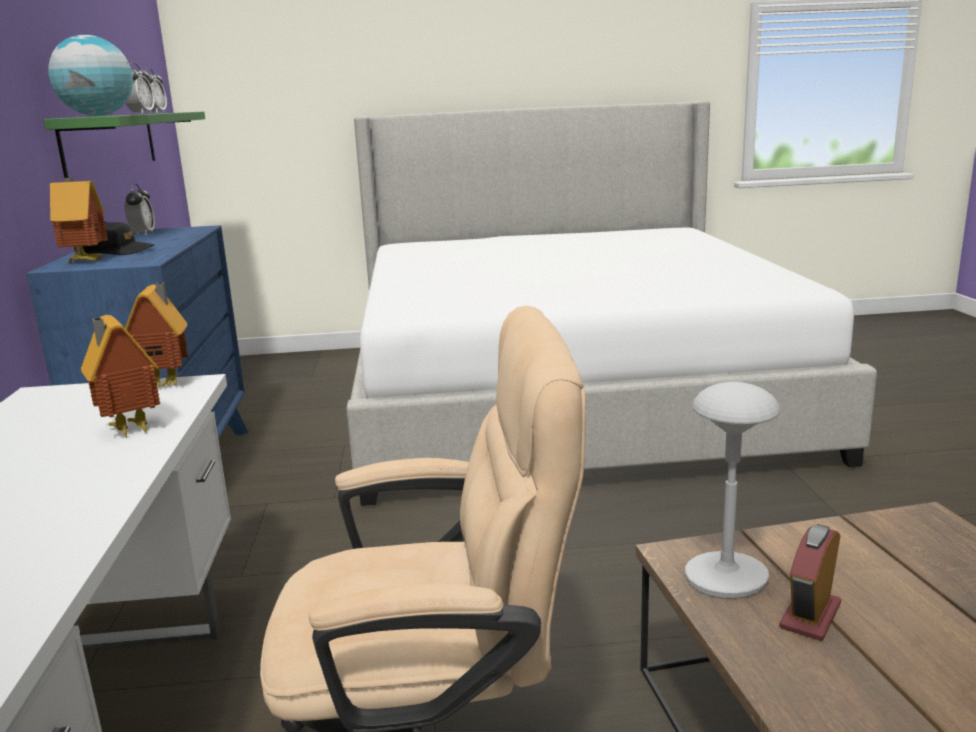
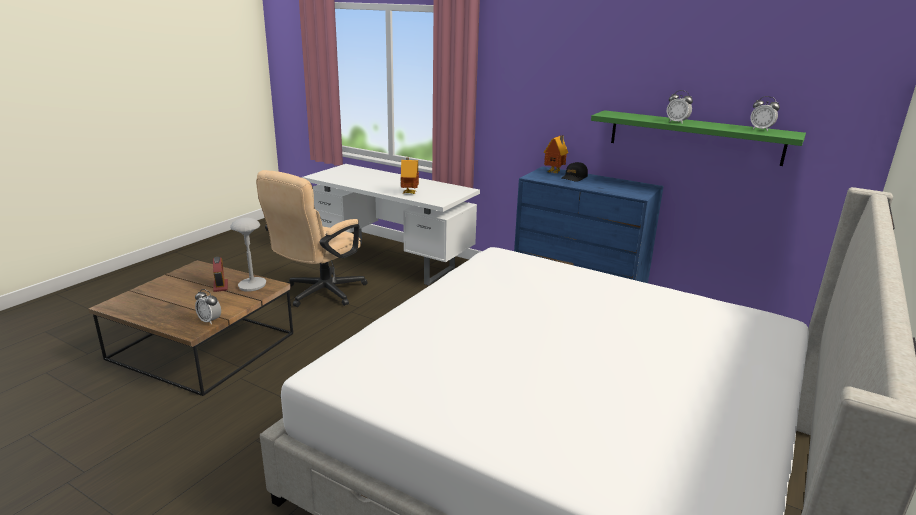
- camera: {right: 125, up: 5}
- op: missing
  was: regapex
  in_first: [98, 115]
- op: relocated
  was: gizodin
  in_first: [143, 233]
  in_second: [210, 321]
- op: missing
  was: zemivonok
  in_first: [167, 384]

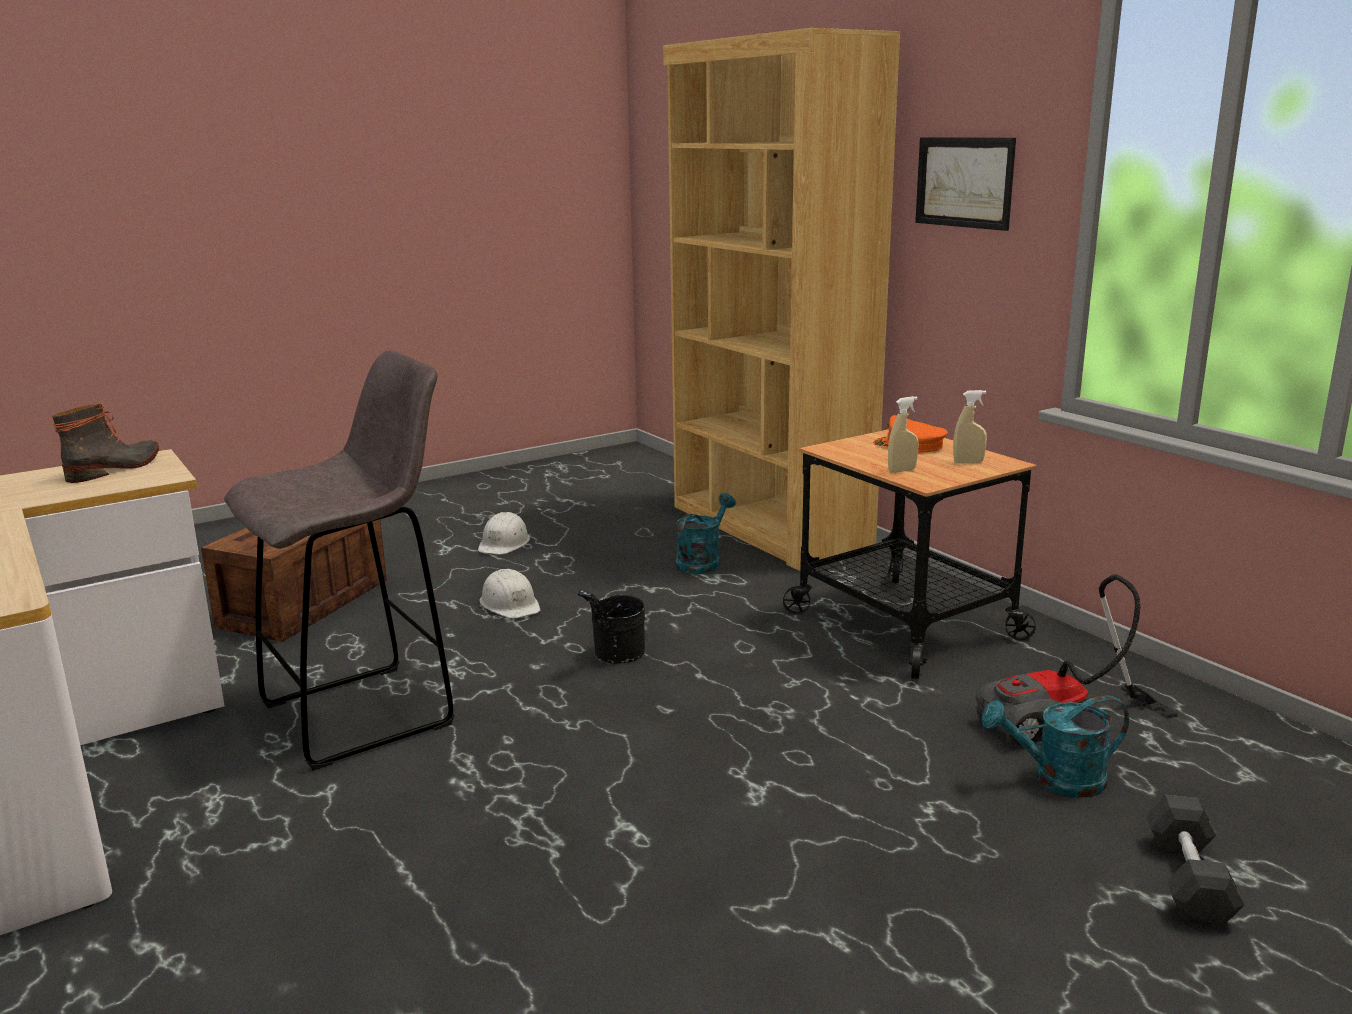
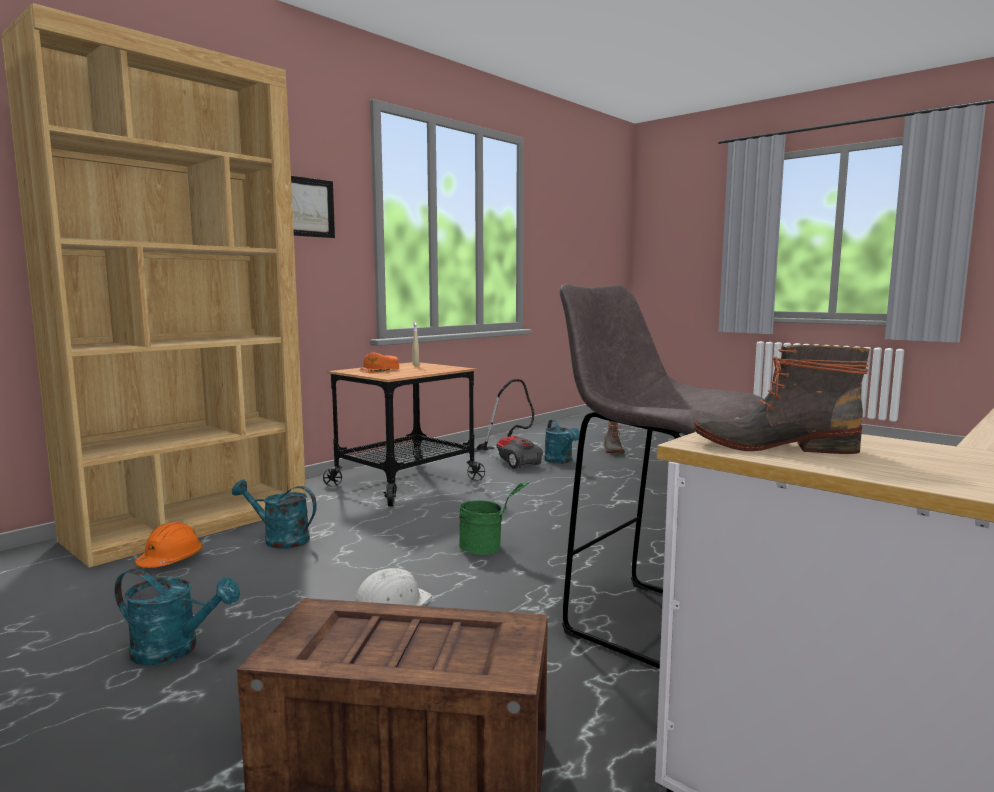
- camera: {right: -105, up: -10}
- op: missing
  was: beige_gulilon
  in_first: [902, 470]
- op: exchanged
  was: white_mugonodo
  now: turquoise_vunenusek
  in_first: [504, 543]
  in_second: [175, 650]
- op: colour
  was: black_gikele
  now: green_gikele
  in_first: [614, 656]
  in_second: [488, 548]
- op: exchanged
  was: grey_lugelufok
  now: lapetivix
  in_first: [1188, 880]
  in_second: [612, 450]
- op: appeared
  now: orange_mugonodo
  in_second: [171, 560]

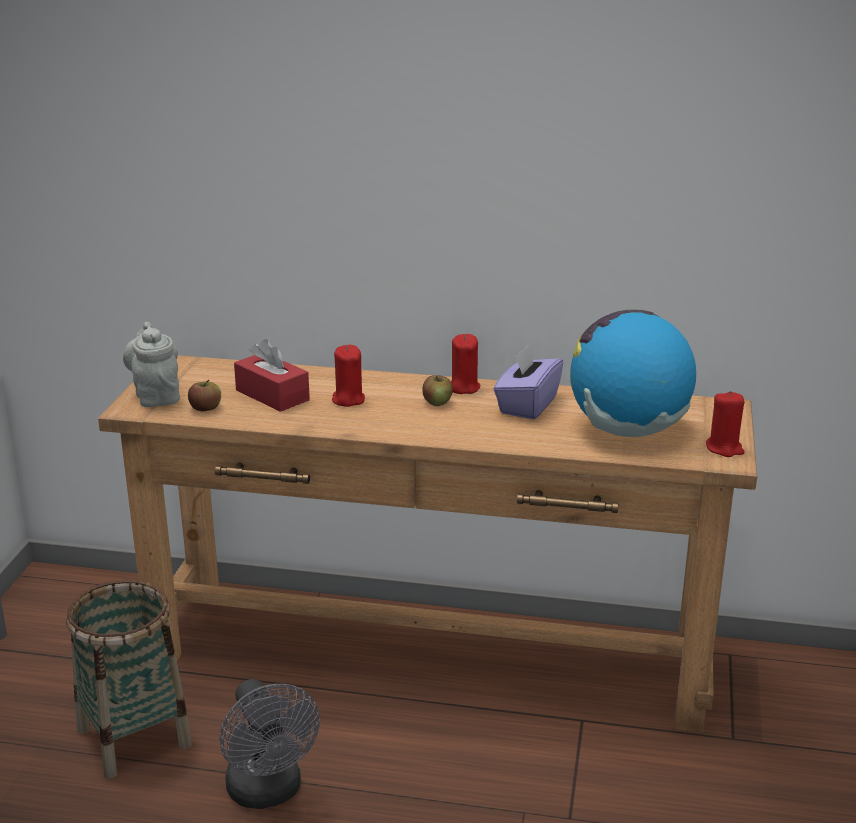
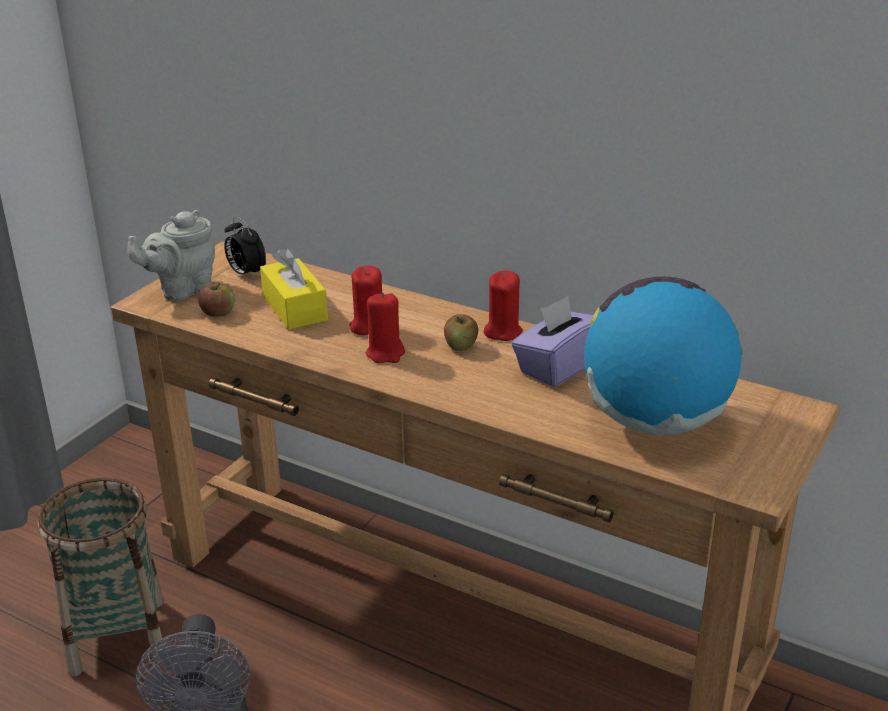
- camera: {right: 20, up: 5}
- op: spun
  was: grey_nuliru
  in_first: [156, 396]
  in_second: [182, 290]
  clockwise: -120
- op: colour
  was: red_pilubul
  now: yellow_pilubul
  in_first: [272, 395]
  in_second: [295, 308]
- op: relocated
  was: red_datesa
  in_first: [724, 448]
  in_second: [385, 353]
- op: appeared
  now: gizodin
  in_second: [246, 274]

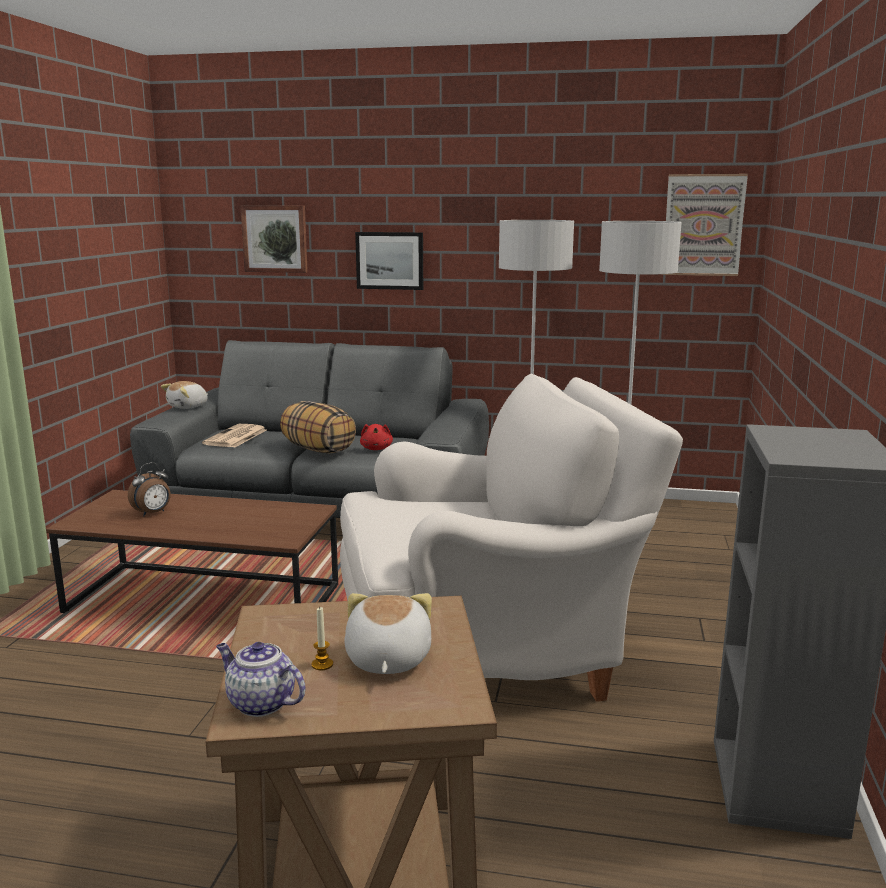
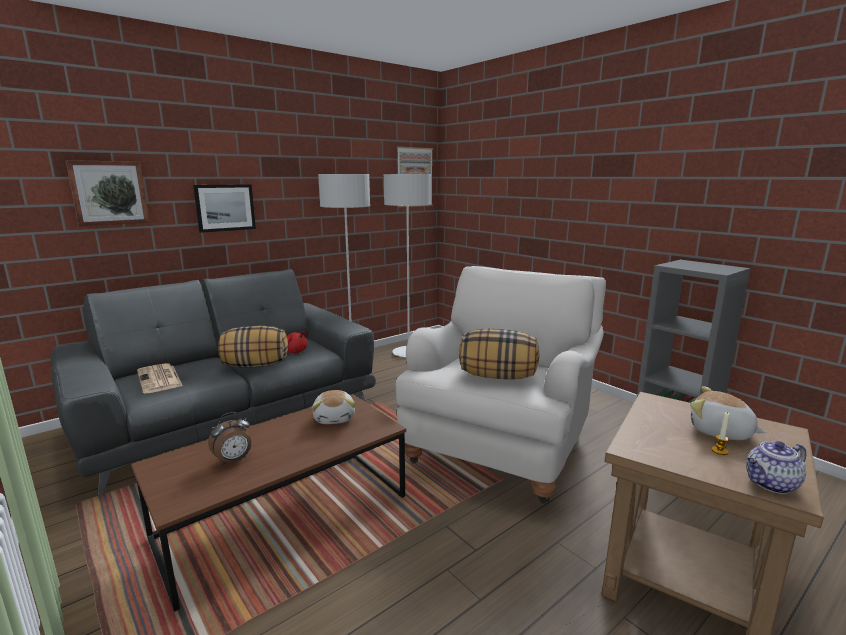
- camera: {right: -50, up: 0}
- op: relocated
  was: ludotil
  in_first: [188, 406]
  in_second: [335, 418]
- op: spun
  was: gizodin
  in_first: [153, 513]
  in_second: [234, 460]
  clockwise: 60
- op: appeared
  now: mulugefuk
  in_second: [498, 376]

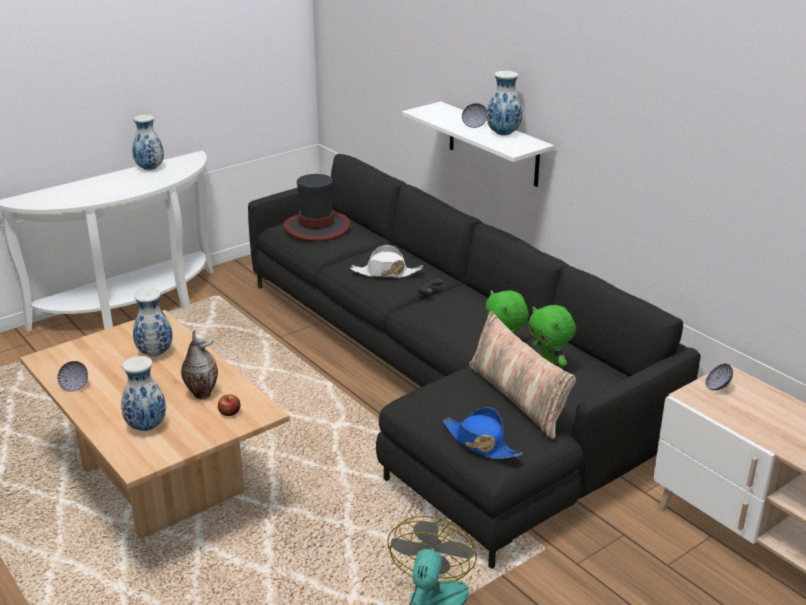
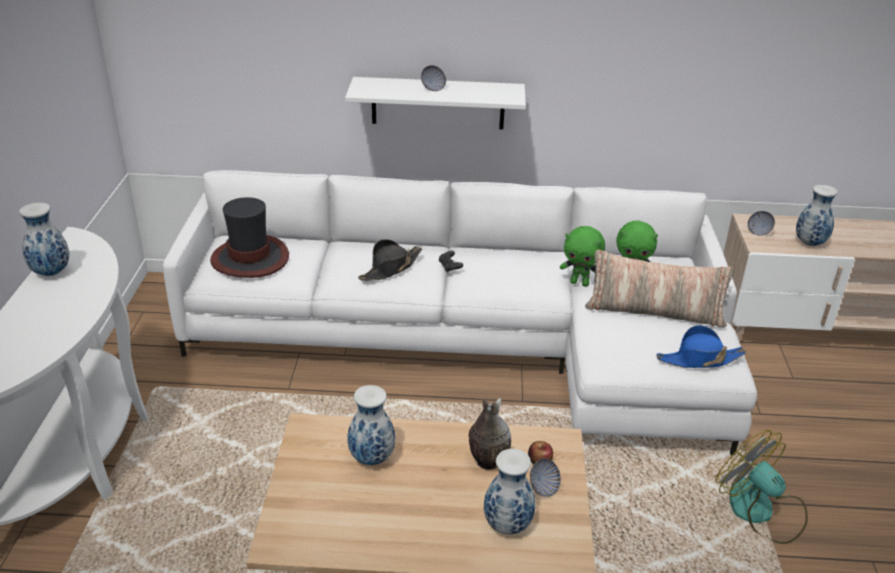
- camera: {right: -50, up: 5}
- op: relocated
  was: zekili
  in_first: [503, 133]
  in_second: [809, 243]
- op: colour
  was: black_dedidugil
  now: white_dedidugil
  in_first: [443, 380]
  in_second: [476, 343]
- op: colour
  was: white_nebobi
  now: black_nebobi
  in_first: [386, 273]
  in_second: [390, 268]
- op: relocated
  was: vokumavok
  in_first: [74, 386]
  in_second: [543, 487]

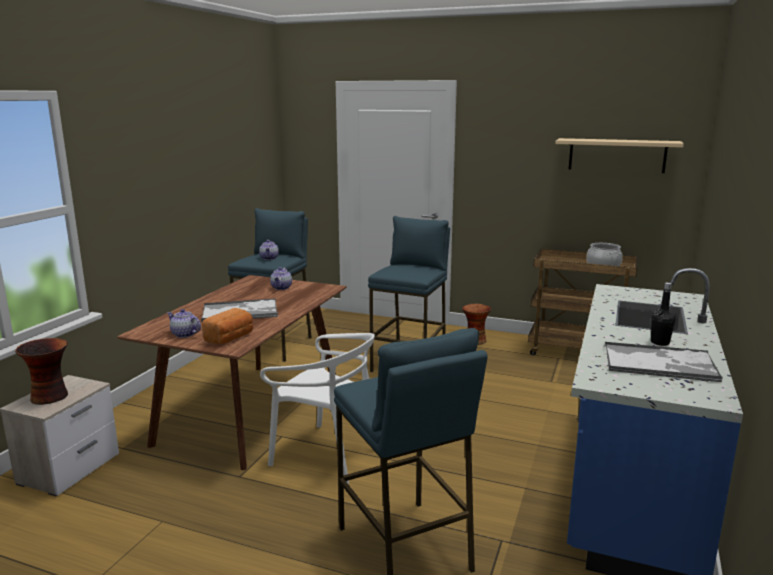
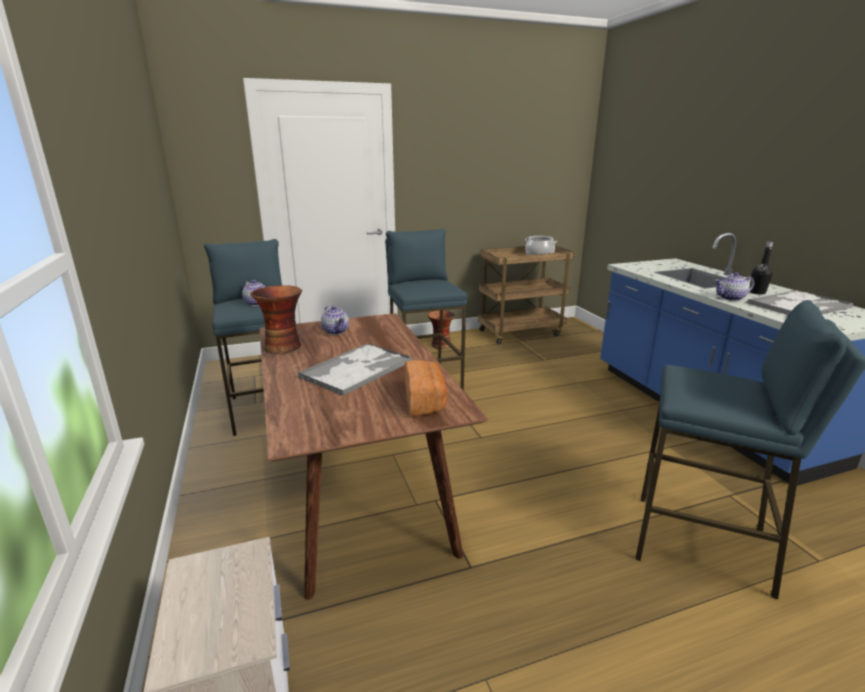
- camera: {right: -40, up: 5}
- op: missing
  was: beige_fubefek
  in_first: [617, 155]
- op: relocated
  was: nuliru
  in_first: [184, 334]
  in_second: [730, 298]
- op: missing
  was: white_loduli
  in_first: [327, 454]
- op: relocated
  was: zekili
  in_first: [51, 396]
  in_second: [283, 346]

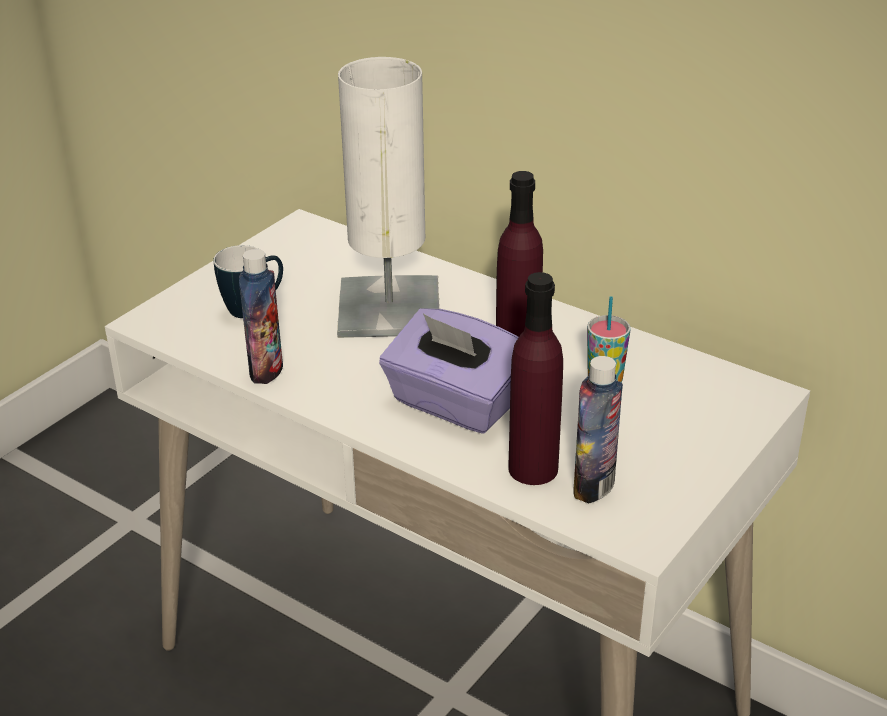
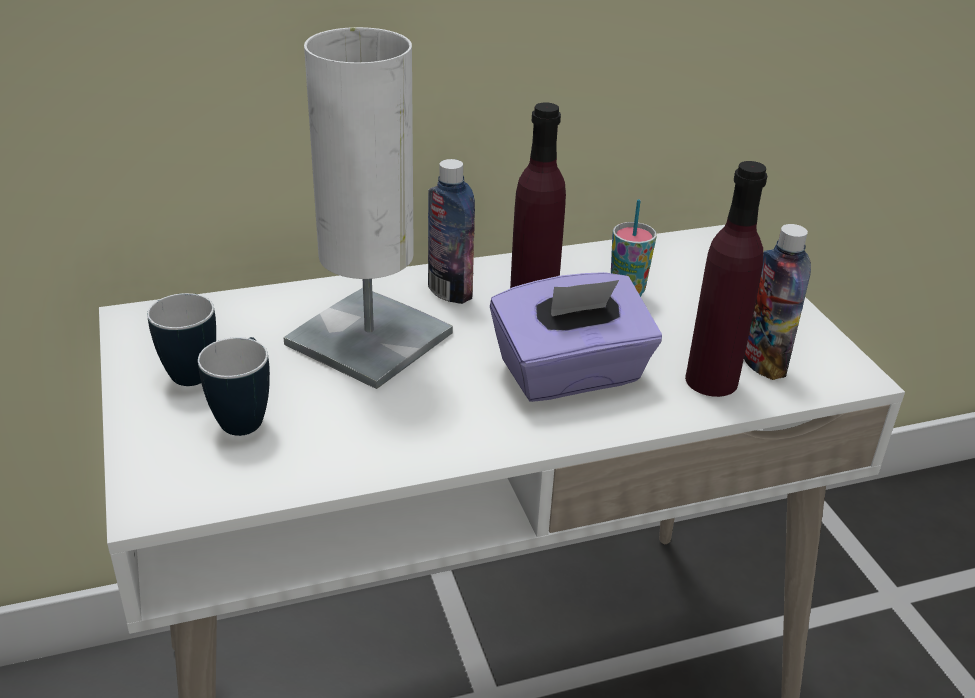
- camera: {right: -55, up: 0}
- op: relocated
  was: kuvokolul
  in_first: [266, 370]
  in_second: [450, 292]
- op: appeared
  now: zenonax
  in_second: [194, 369]

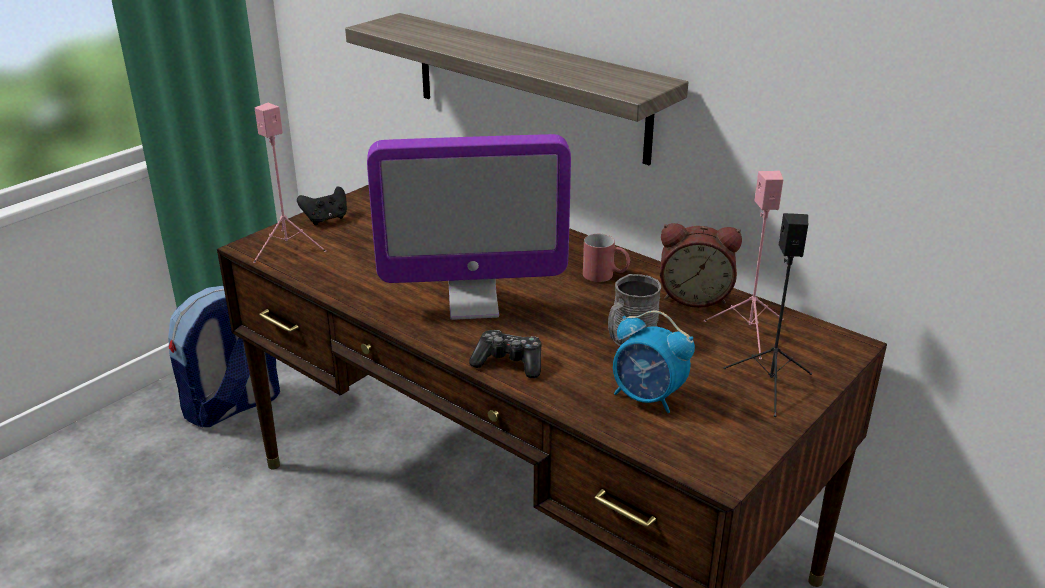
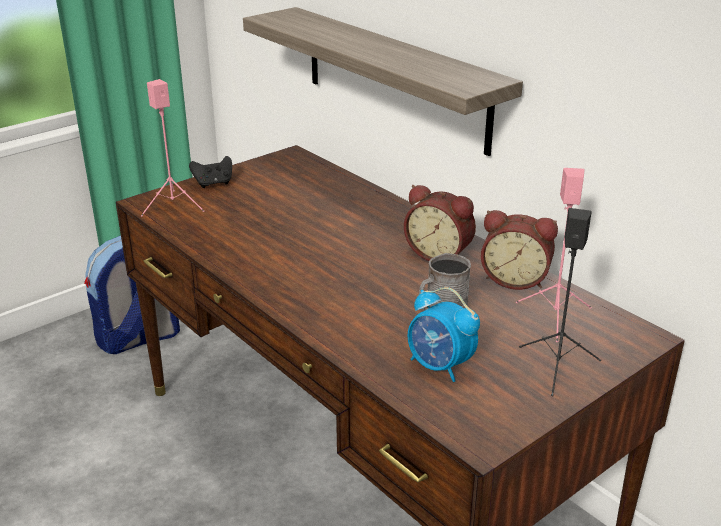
- camera: {right: 10, up: 0}
- op: missing
  was: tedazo
  in_first: [473, 305]
- op: exchanged
  was: red_zenonax
  now: gizodin
  in_first: [605, 276]
  in_second: [439, 254]
- op: missing
  was: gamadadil
  in_first: [509, 363]

